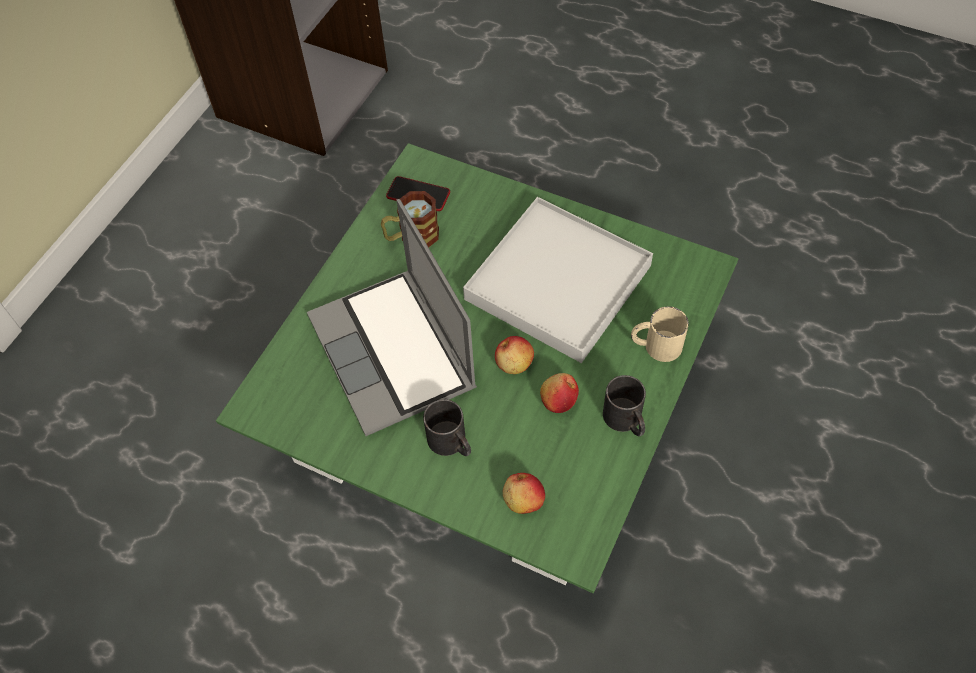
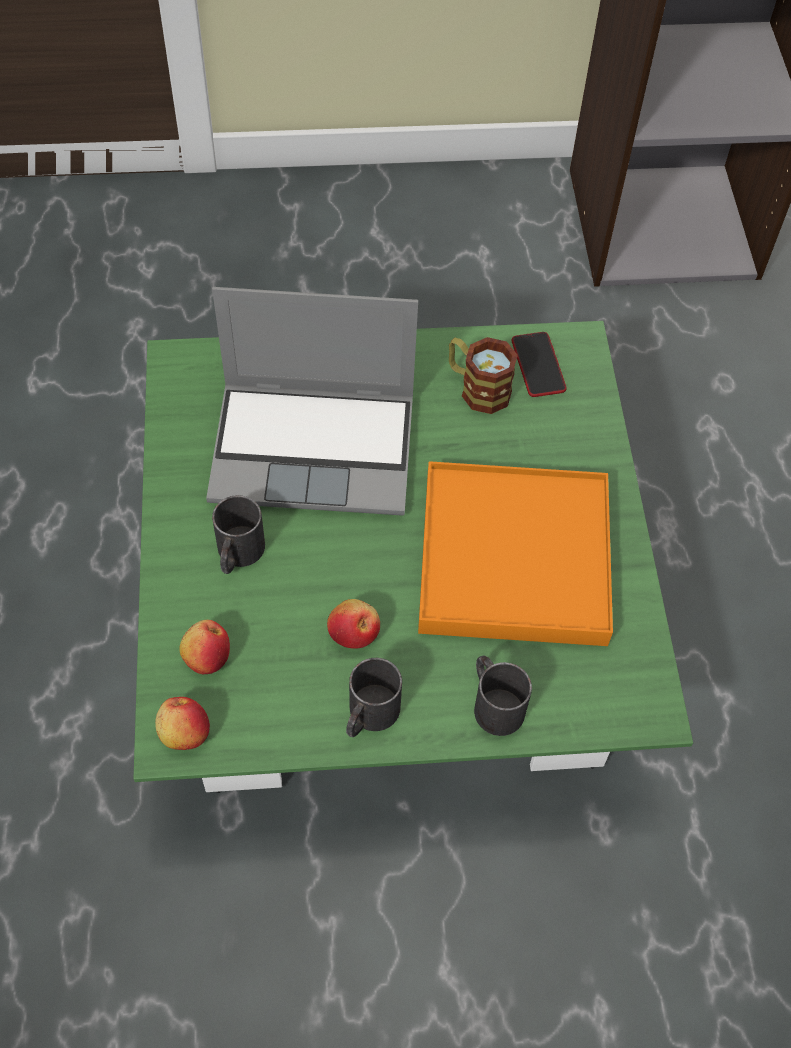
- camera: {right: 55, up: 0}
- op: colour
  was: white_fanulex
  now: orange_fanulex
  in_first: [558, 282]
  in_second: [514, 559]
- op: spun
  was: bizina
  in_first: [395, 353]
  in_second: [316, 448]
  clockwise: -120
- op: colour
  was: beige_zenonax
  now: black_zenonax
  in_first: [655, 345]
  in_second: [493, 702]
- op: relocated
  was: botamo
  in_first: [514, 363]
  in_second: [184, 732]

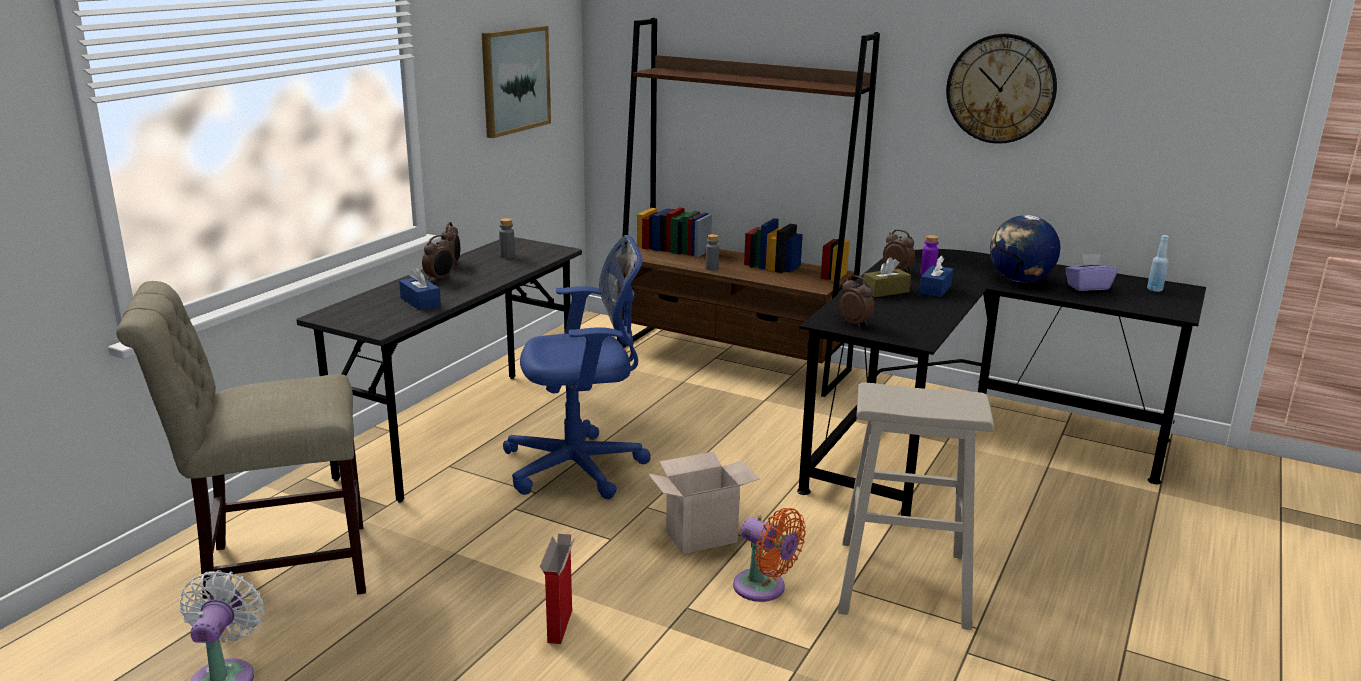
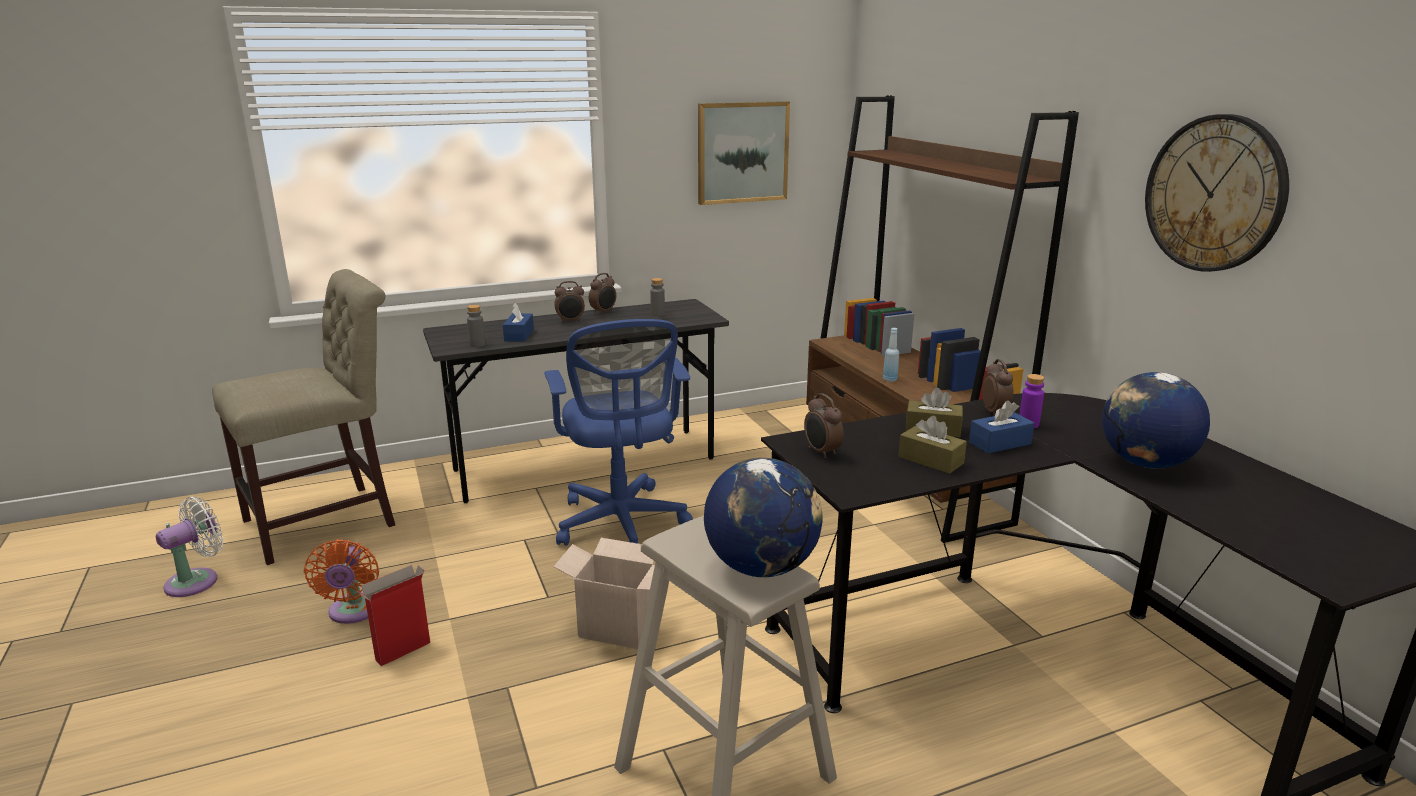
- camera: {right: 40, up: 0}
- op: relocated
  was: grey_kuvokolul
  in_first: [711, 268]
  in_second: [477, 344]
- op: spun
  was: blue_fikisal
  in_first: [581, 467]
  in_second: [622, 525]
  clockwise: 45
- op: relocated
  was: blue_kuvokolul
  in_first: [1154, 290]
  in_second: [890, 379]
- op: missing
  was: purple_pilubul
  in_first: [1087, 287]
- op: spun
  was: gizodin
  in_first: [855, 323]
  in_second: [821, 452]
  clockwise: 150
- op: spun
  was: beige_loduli
  in_first: [276, 569]
  in_second: [329, 520]
  clockwise: 120
- op: relocated
  was: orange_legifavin
  in_first: [764, 589]
  in_second: [353, 612]
- op: appeared
  now: brown_pilubul
  in_second: [930, 460]
- op: appeared
  now: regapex
  in_second: [761, 567]

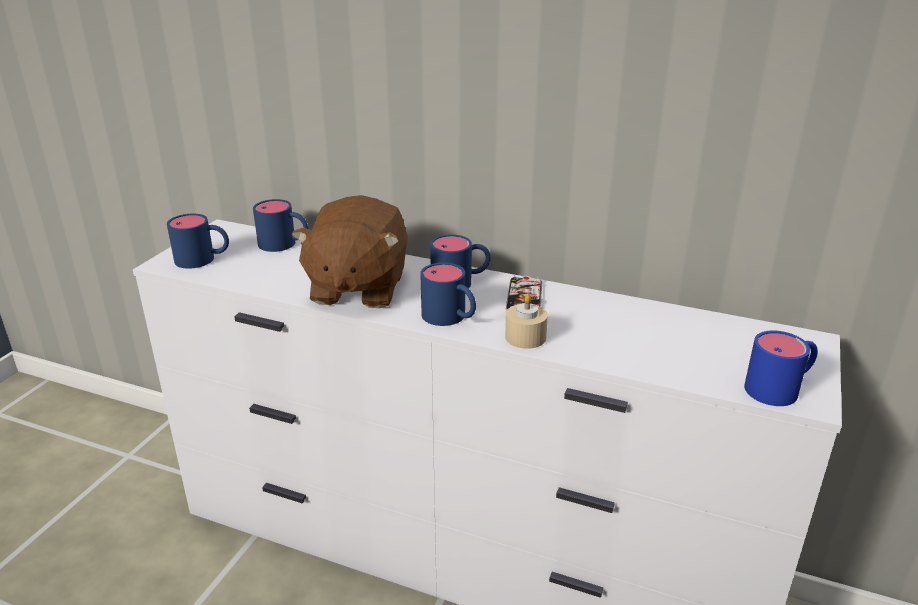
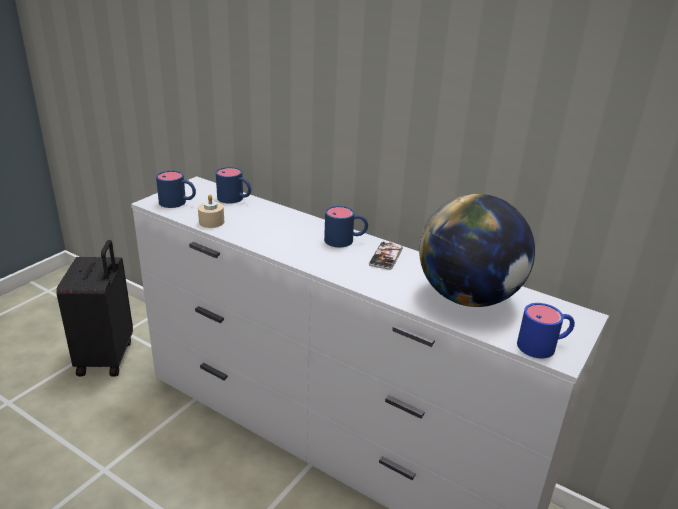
- camera: {right: 10, up: 0}
- op: missing
  was: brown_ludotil
  in_first: [357, 288]
- op: missing
  was: blue_zenonax
  in_first: [450, 318]
- op: relocated
  was: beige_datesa
  in_first: [525, 337]
  in_second: [211, 222]
- op: appeared
  now: regapex
  in_second: [468, 297]
- op: appeared
  now: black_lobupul
  in_second: [107, 358]

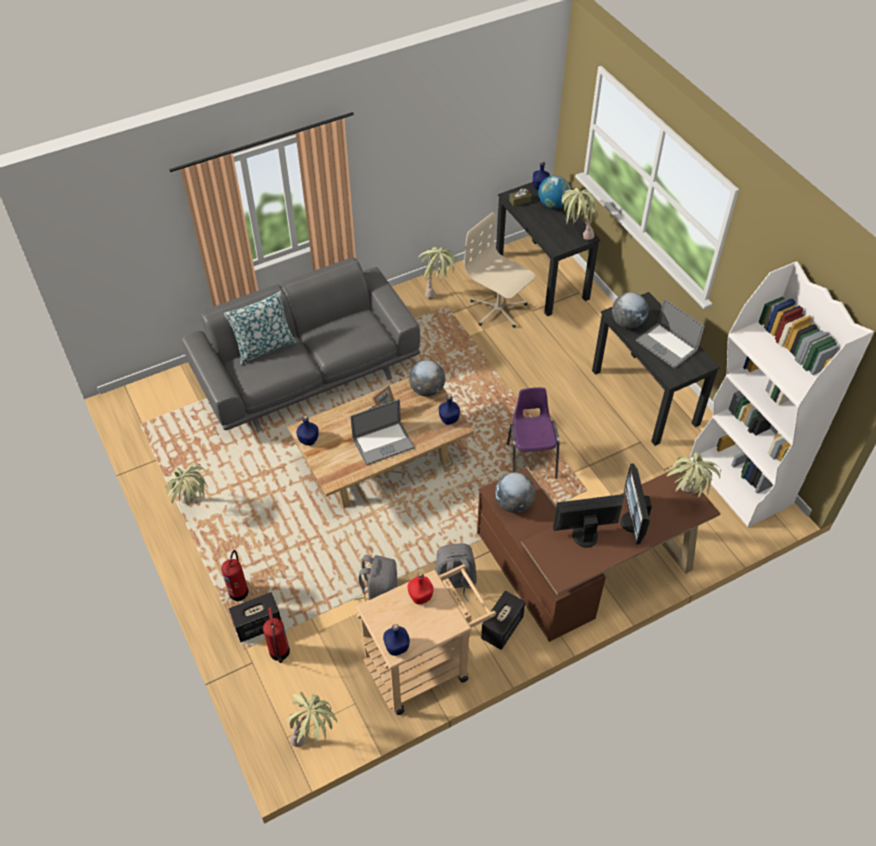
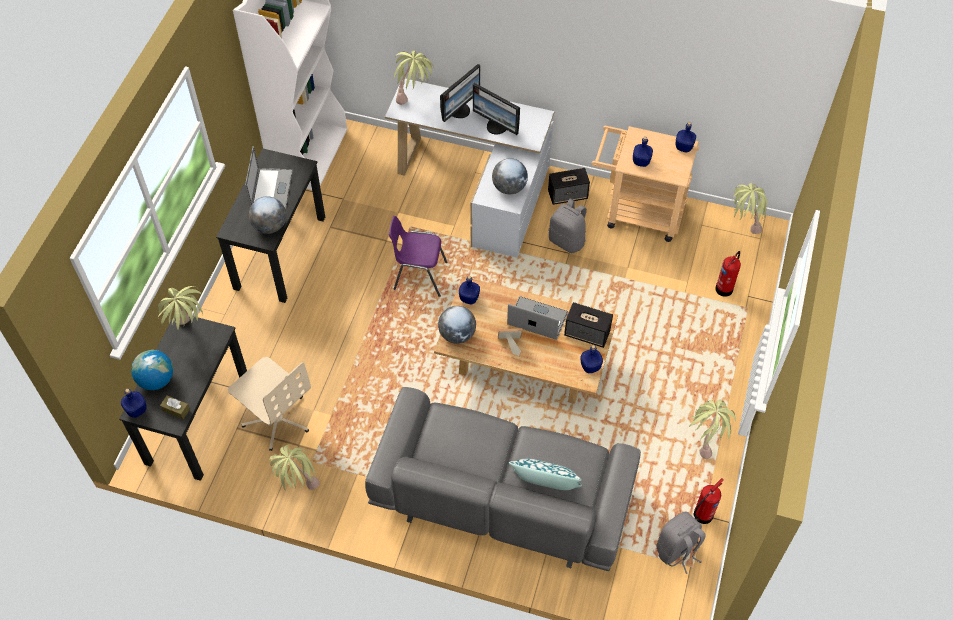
- camera: {right: -135, up: 5}
- op: spun
  was: beige_fikisal
  in_first: [498, 310]
  in_second: [277, 419]
  clockwise: -45
- op: spun
  was: purple_loduli
  in_first: [531, 459]
  in_second: [419, 276]
  clockwise: 60
- op: colour
  was: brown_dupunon
  now: white_dupunon
  in_first: [582, 571]
  in_second: [479, 186]
- op: relocated
  was: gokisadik
  in_first: [239, 591]
  in_second: [701, 515]
- op: relocated
  was: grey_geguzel
  in_first: [379, 595]
  in_second: [677, 551]
- op: colour
  was: red_kuvokolul
  now: blue_kuvokolul
  in_first: [421, 596]
  in_second: [641, 161]
- op: relocated
  was: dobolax
  in_first: [257, 625]
  in_second: [587, 333]

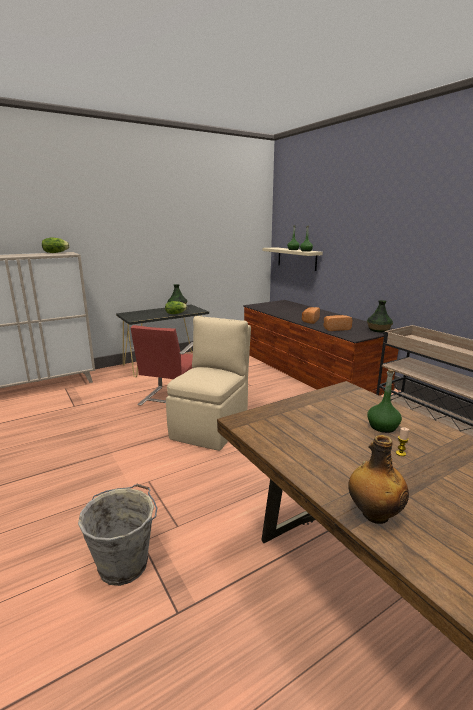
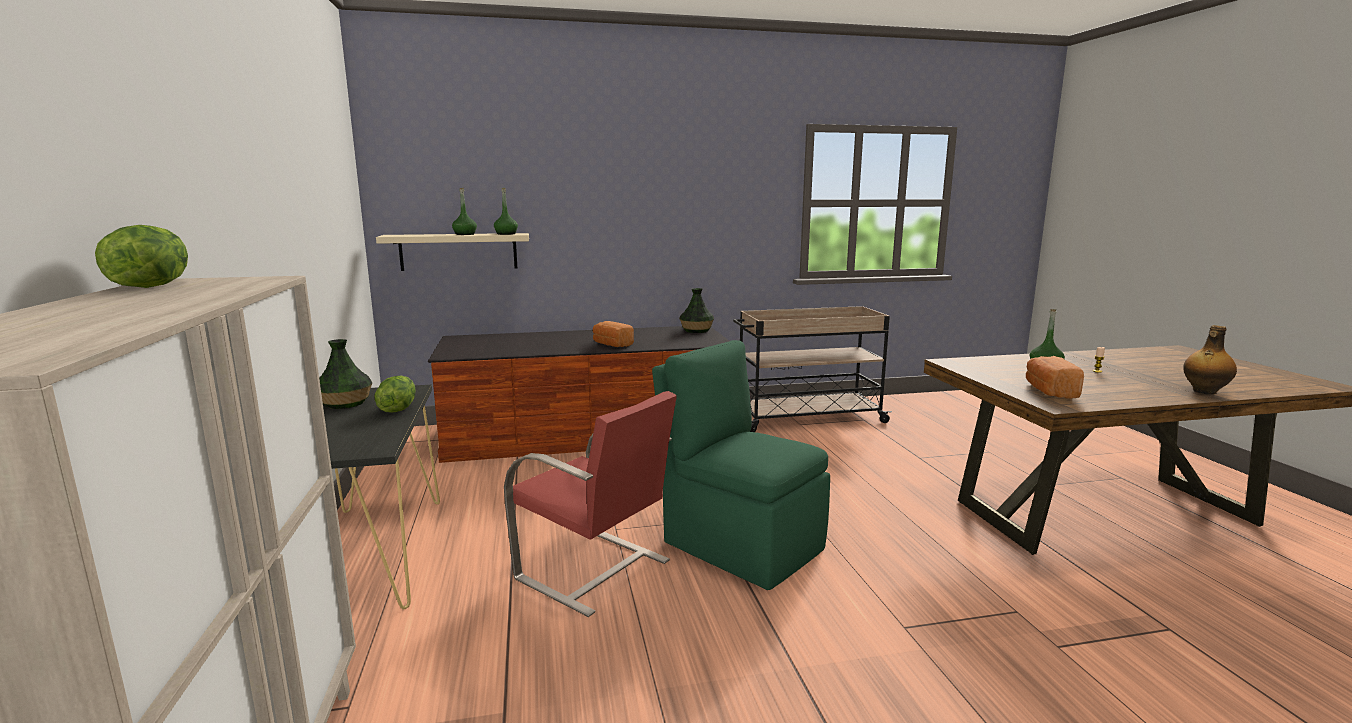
- camera: {right: -70, up: -5}
- op: relocated
  was: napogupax
  in_first: [336, 329]
  in_second: [1049, 391]
- op: colour
  was: beige_loduli
  now: green_loduli
  in_first: [211, 426]
  in_second: [740, 544]
- op: missing
  was: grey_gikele
  in_first: [125, 563]

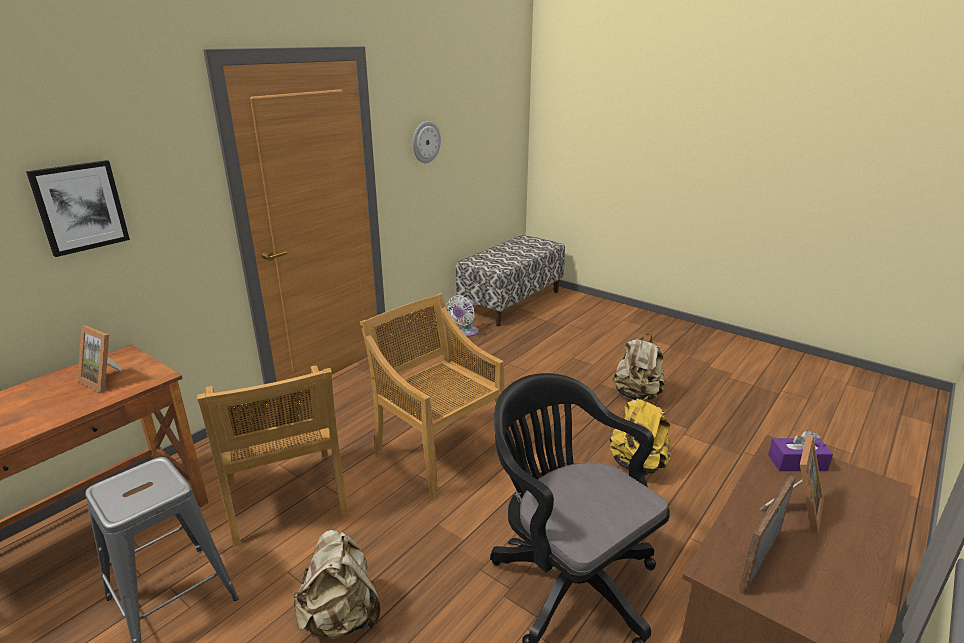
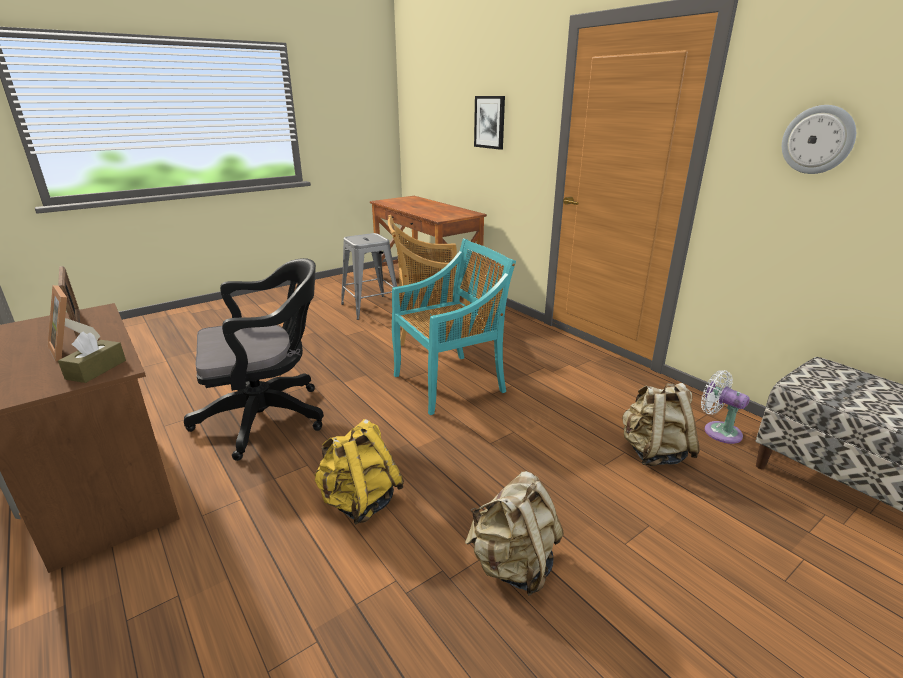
- camera: {right: 105, up: 0}
- op: colour
  was: beige_loduli
  now: turquoise_loduli
  in_first: [437, 452]
  in_second: [450, 383]
- op: missing
  was: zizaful
  in_first: [106, 379]
- op: colour
  was: purple_pilubul
  now: brown_pilubul
  in_first: [797, 463]
  in_second: [96, 369]
- op: relocated
  was: beige_geguzel
  in_first: [341, 617]
  in_second: [653, 453]

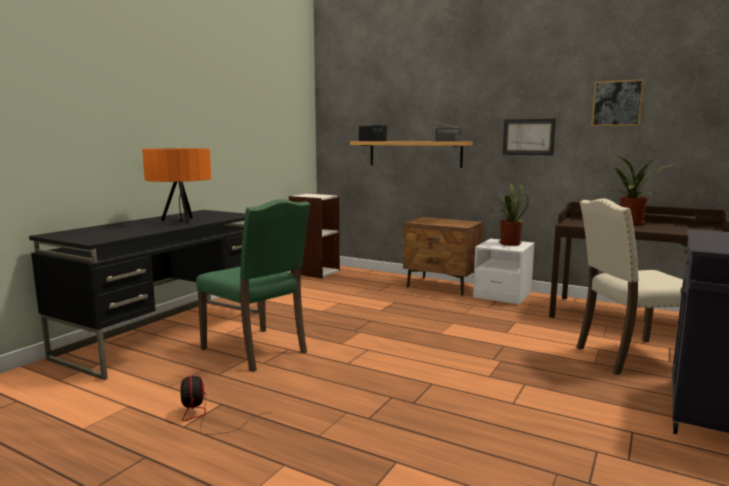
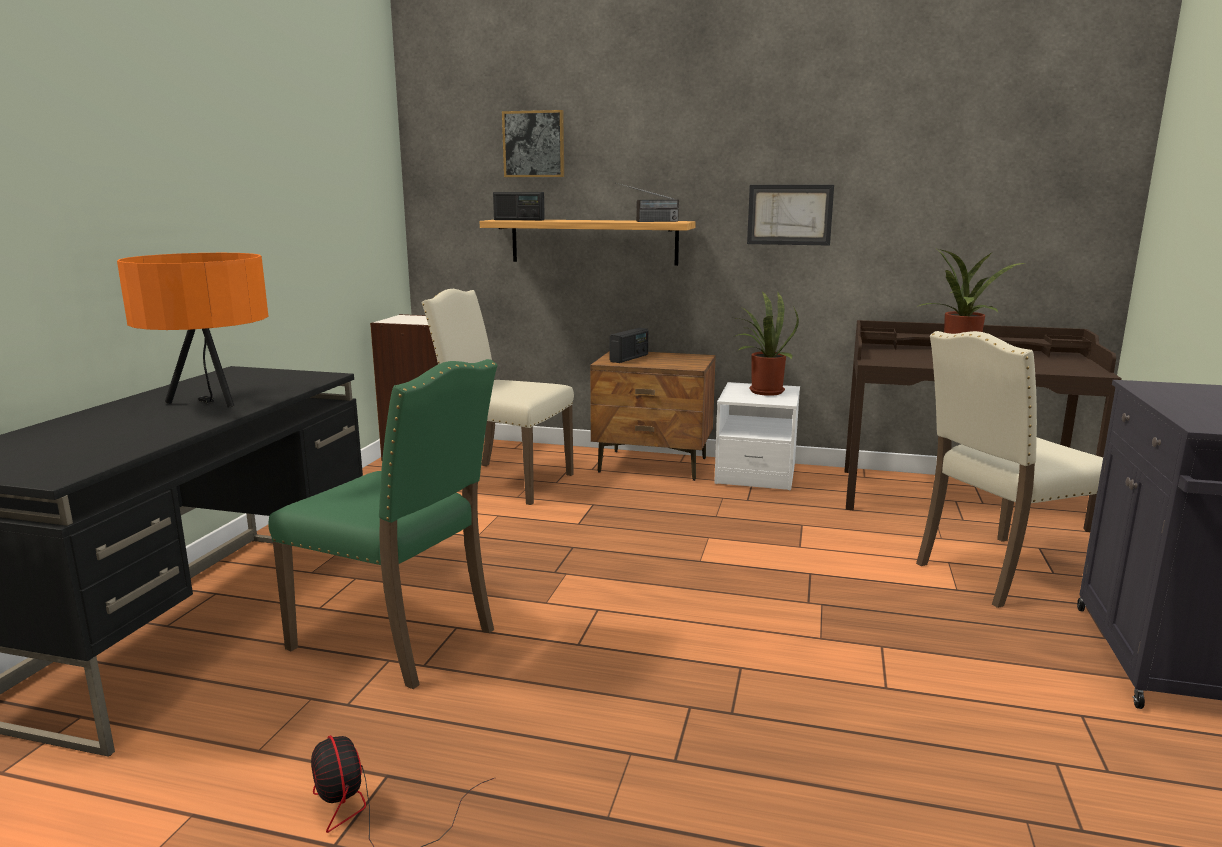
- camera: {right: -15, up: 5}
- op: relocated
  was: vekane
  in_first: [617, 103]
  in_second: [534, 144]
- op: appeared
  now: beige_loduli
  in_second: [504, 481]
- op: appeared
  now: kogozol
  in_second: [629, 358]

